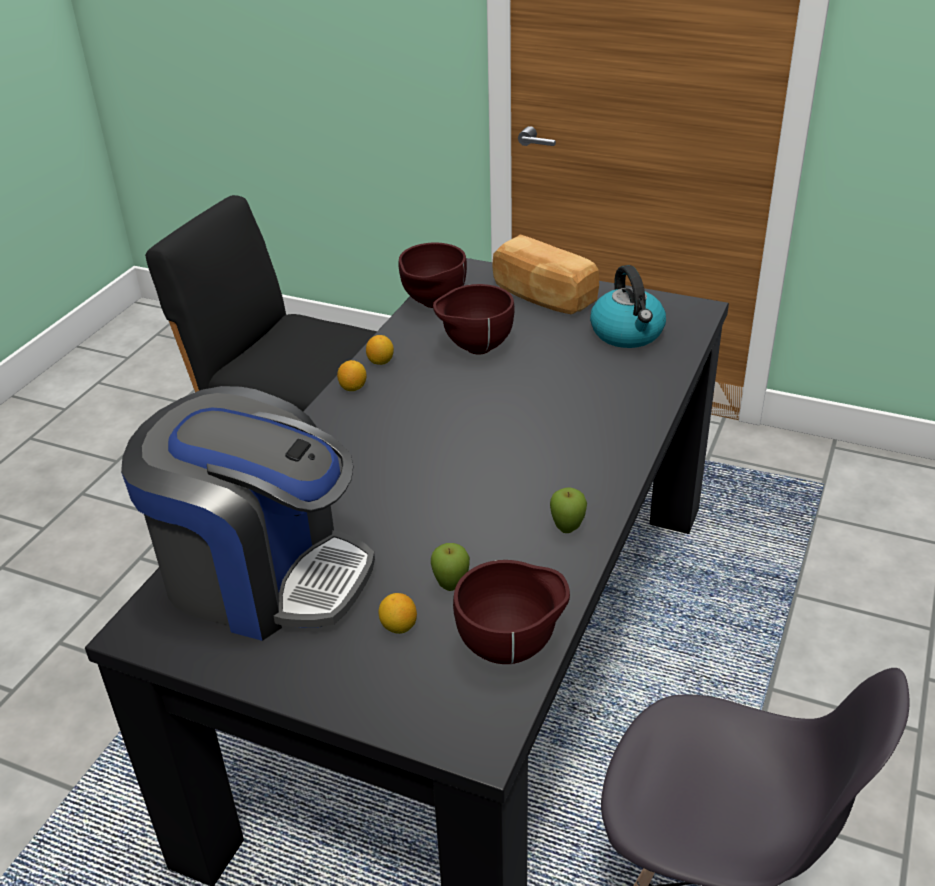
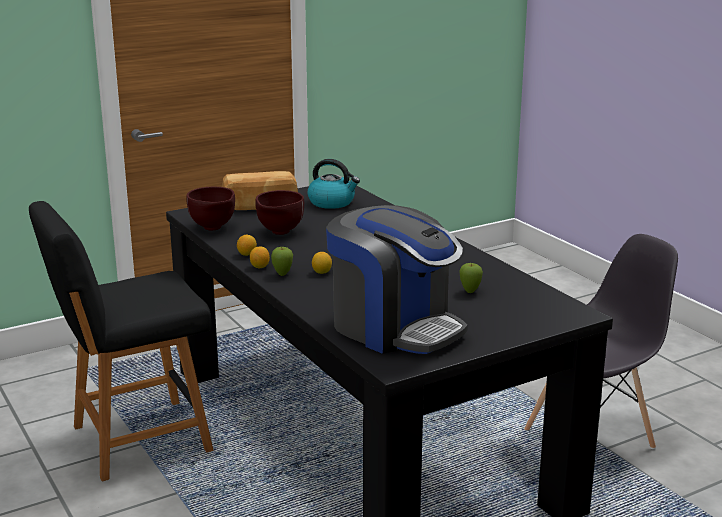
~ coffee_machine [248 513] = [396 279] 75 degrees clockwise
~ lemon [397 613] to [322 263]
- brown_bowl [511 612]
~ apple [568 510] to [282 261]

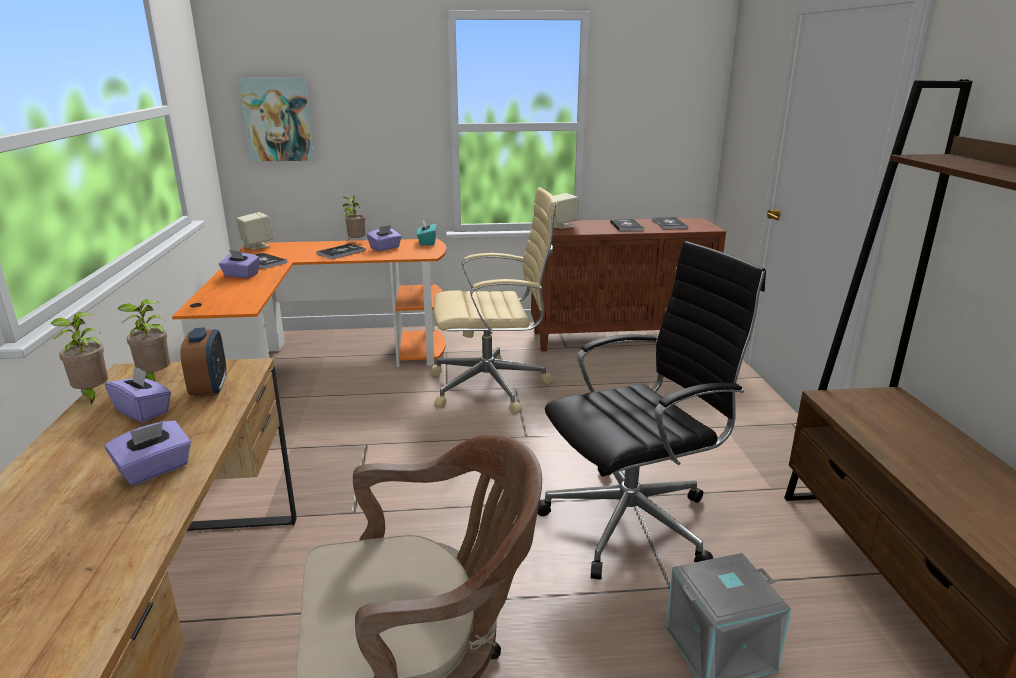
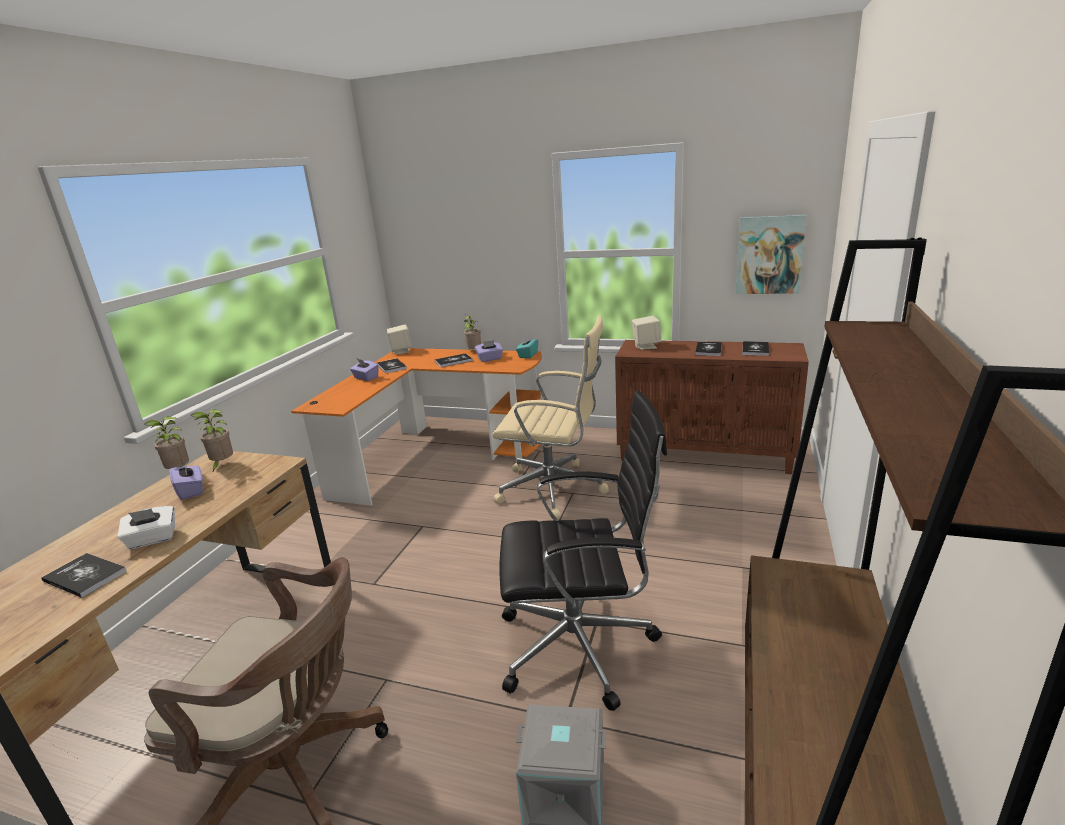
~ purple_tissue_box [148 453] to white_tissue_box [146 527]
- alarm_clock [203 362]
~ picture [276 120] to [771 254]
+ book [84 575]

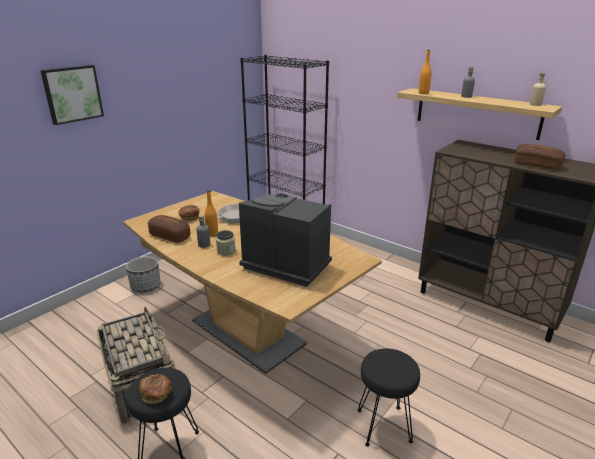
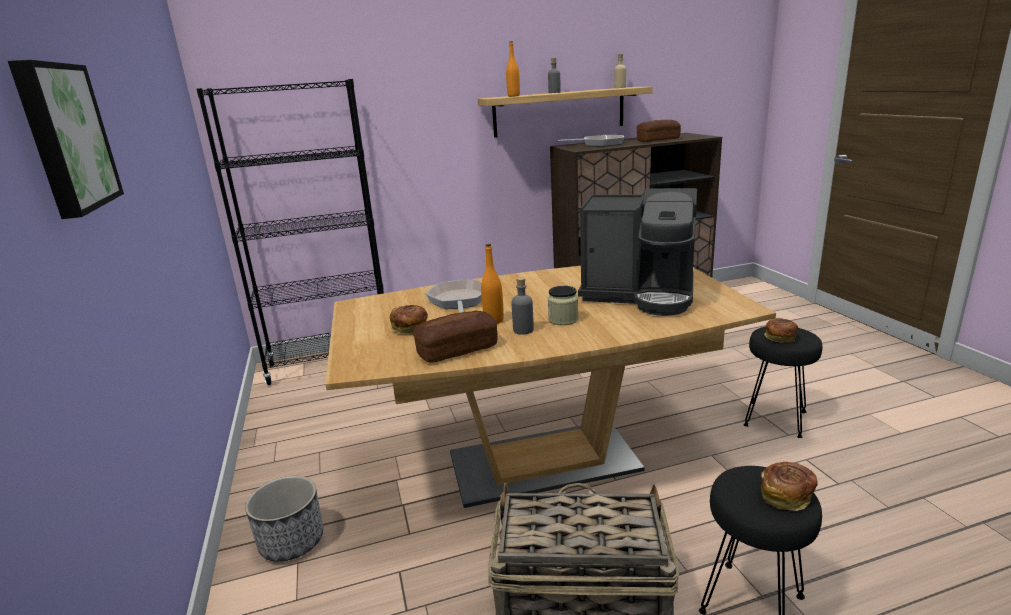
~ coffee_machine [285 240] = [637 252] 135 degrees counterclockwise
+ frying_pan [591 140]
+ bread [781 330]

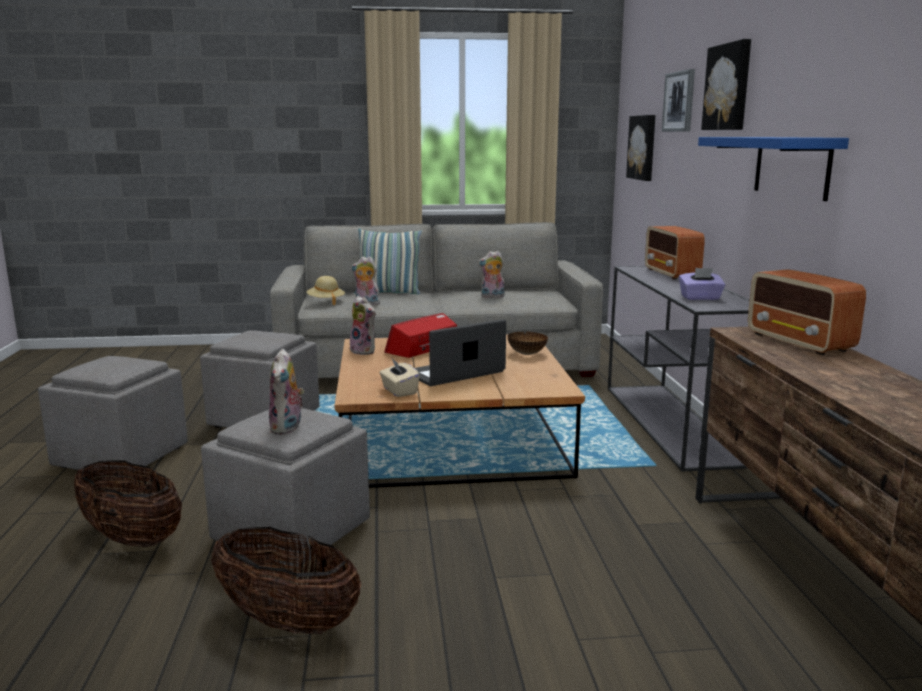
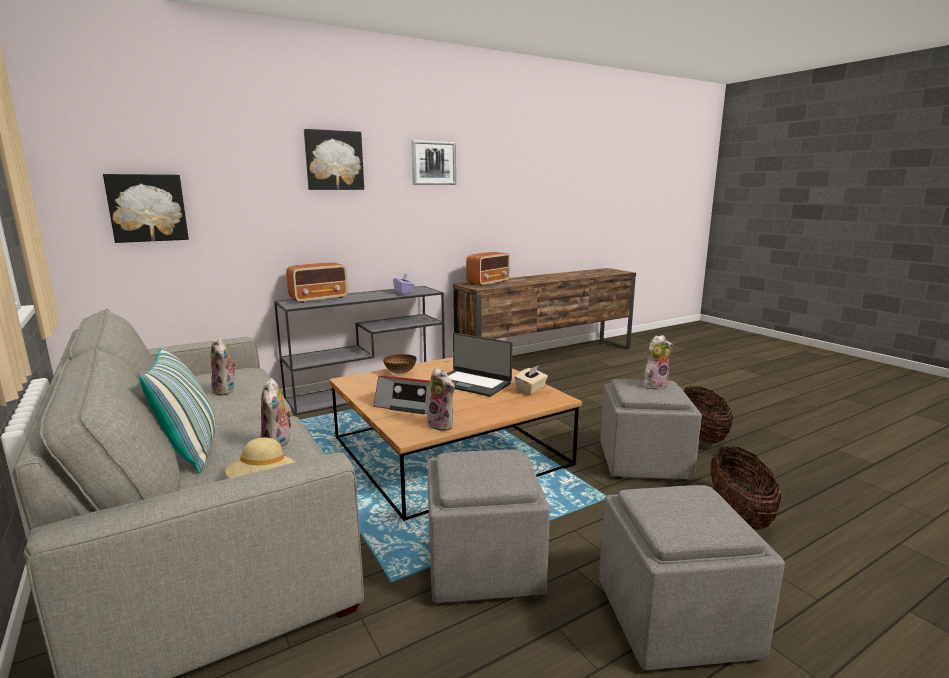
~ plush_toy [363 325] = [441 399] 120 degrees clockwise
~ picture [678 100] to [433 162]
- blue_shelf [773 169]

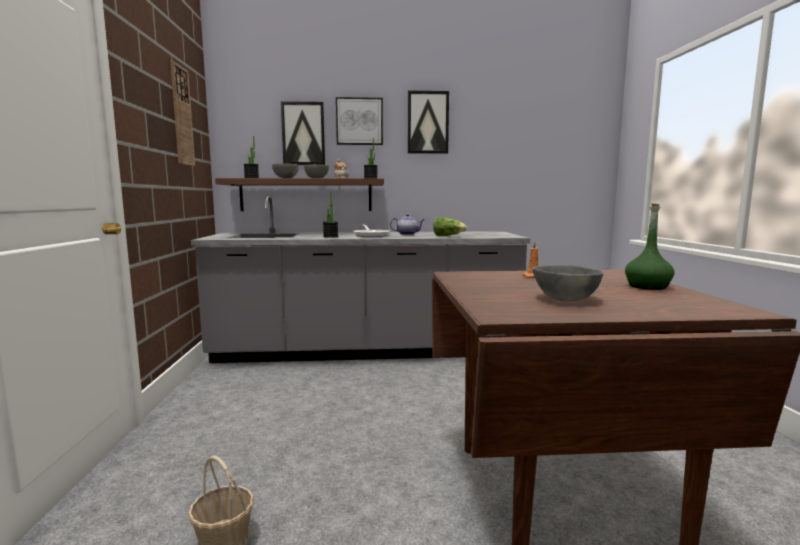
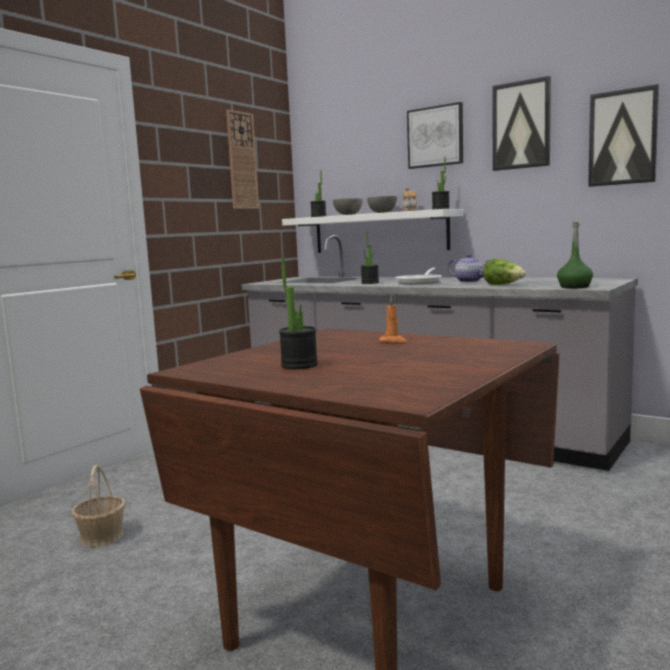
~ brown_shelf [299 194] to white_shelf [373 231]
~ picture [303 133] to [623 135]
~ grey_bowl [568 283] to potted_plant [298 313]
~ green_bottle [650 246] to [575 255]

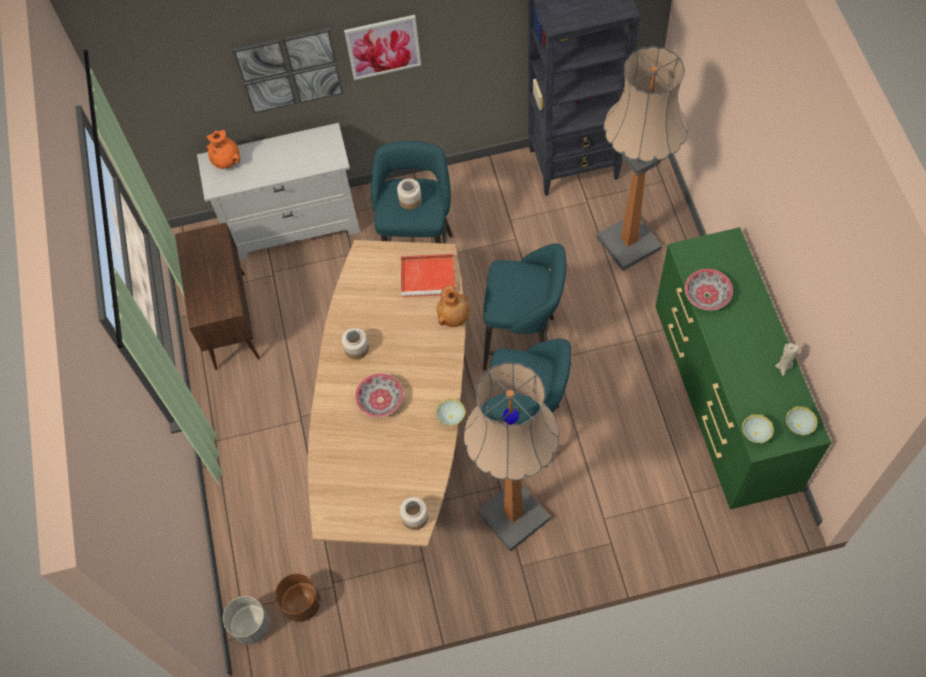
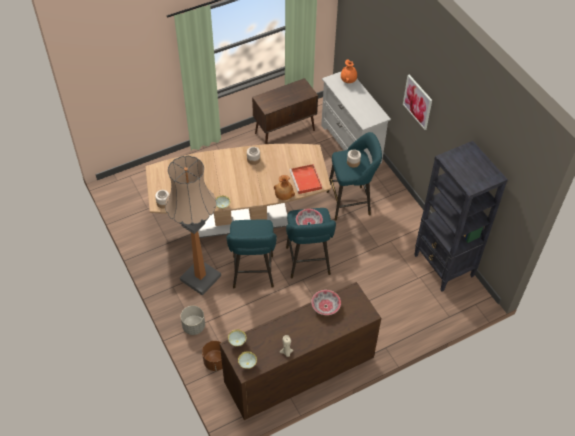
~ grey_planter [246 620] to [193 320]
- picture [287 70]
~ brown_planter [298 597] to [212 356]
~ bowl [379 395] to [309 217]
- floor_lamp [642 158]
~ green_dresser [743 368] to brown_dresser [300 351]

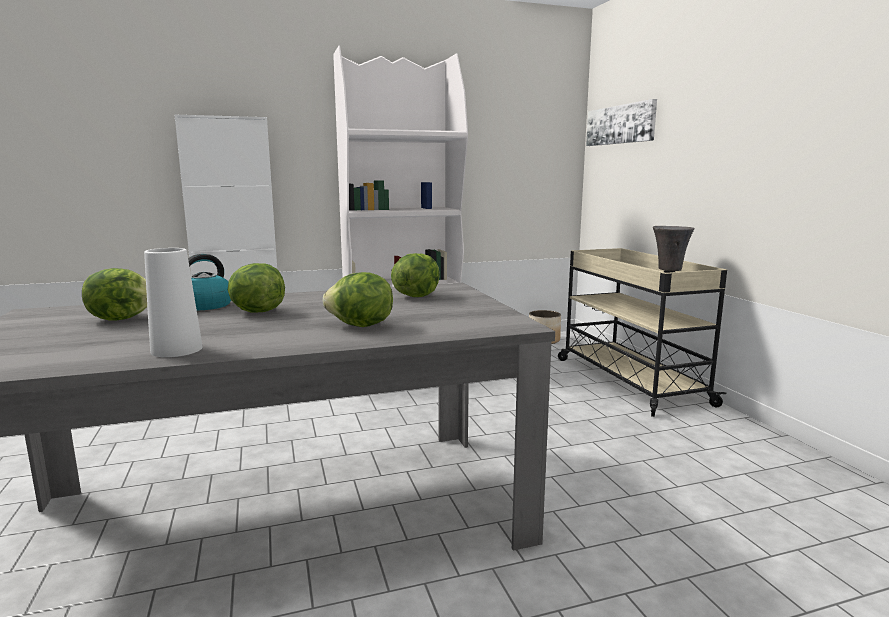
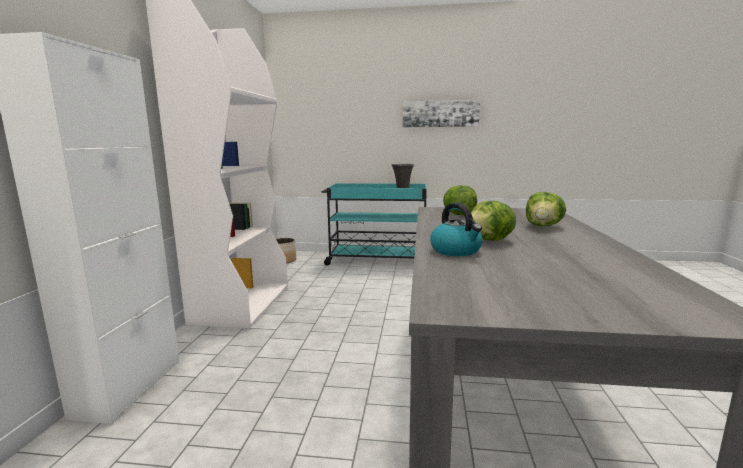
- lettuce [114 294]
- white_vase [173 302]
~ beige_cart [642 332] to turquoise_cart [374 224]
~ picture [621 122] to [441 113]

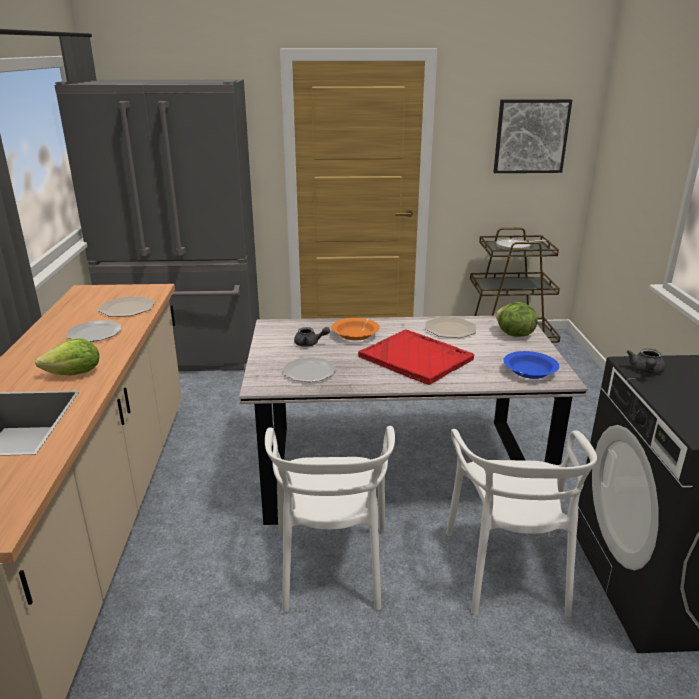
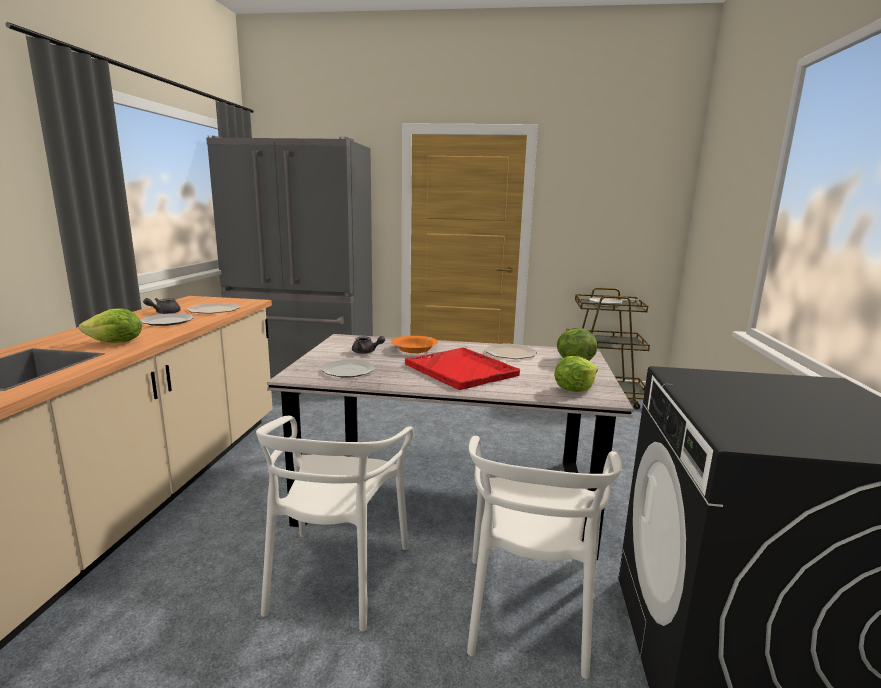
- picture [533 136]
~ blue_bowl [531 365] to lettuce [576 374]
~ grey_teapot [646 361] to [161 306]

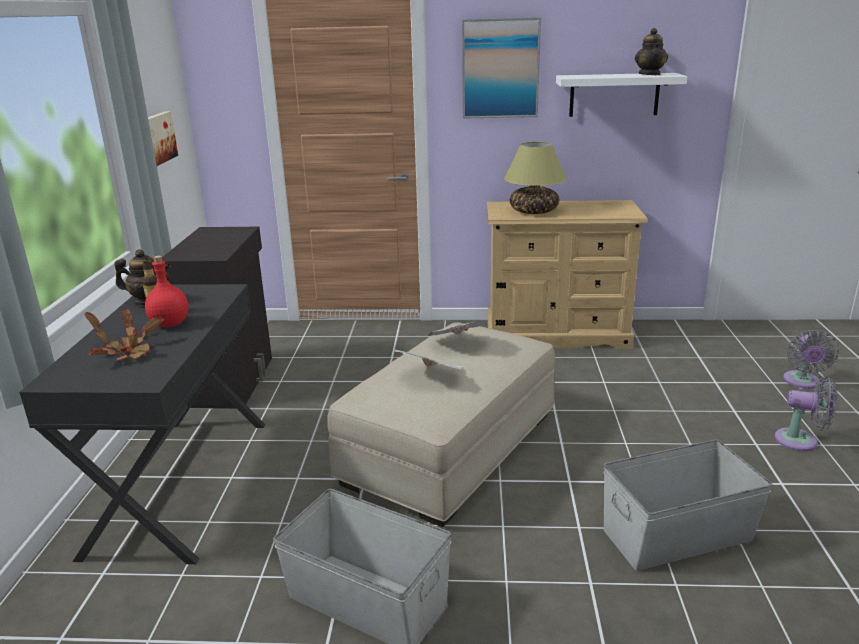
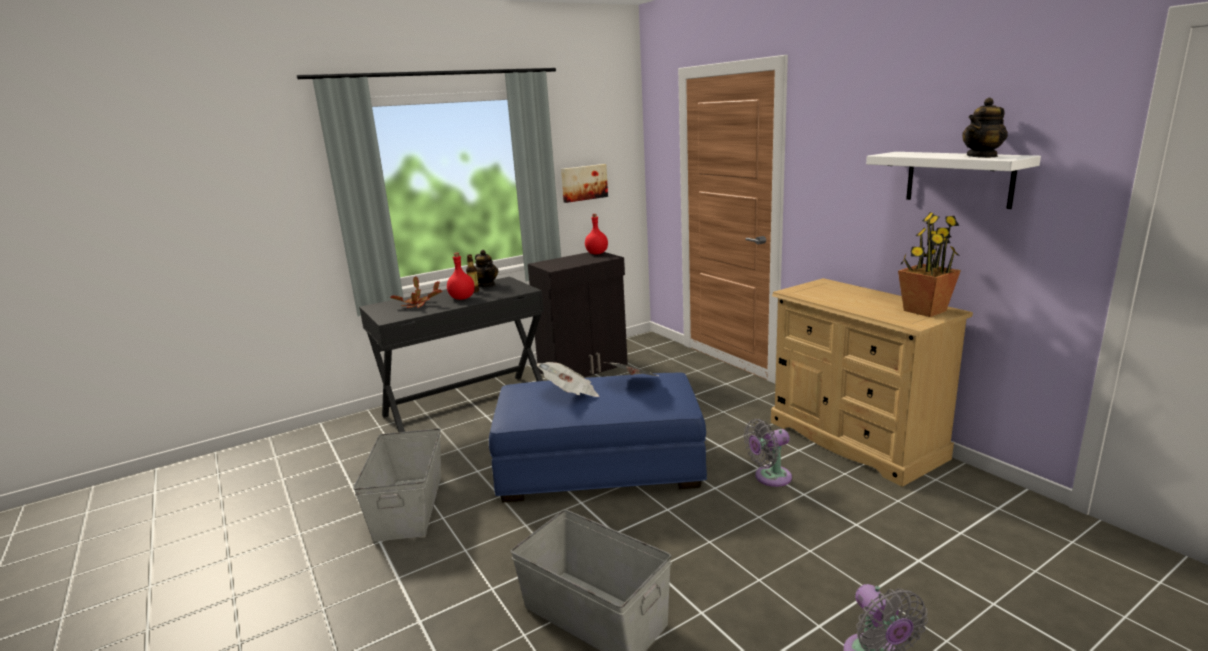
~ beige_ottoman [441 424] to blue_ottoman [598 437]
- picture [501 68]
- table_lamp [535 178]
~ grey_fan [811 359] to [768 453]
+ red_bottle [596 234]
+ potted_plant [929 264]

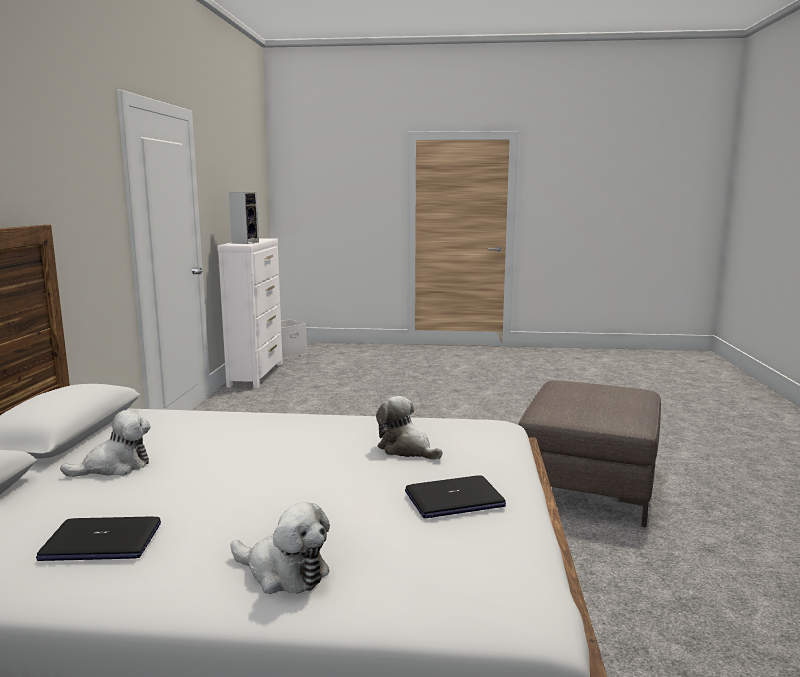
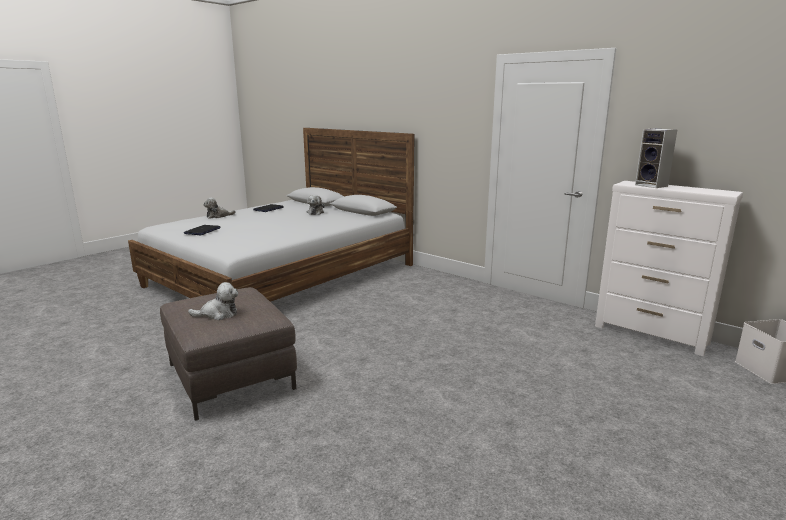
~ plush_toy [409 428] to [213 301]

